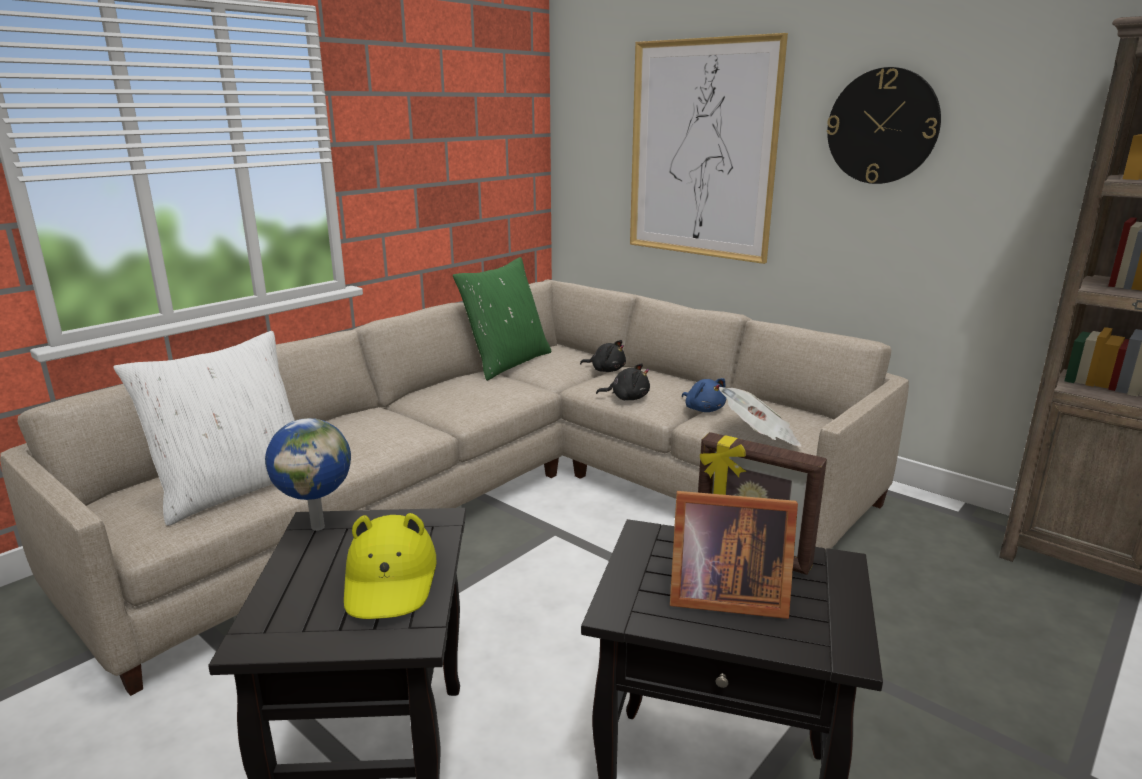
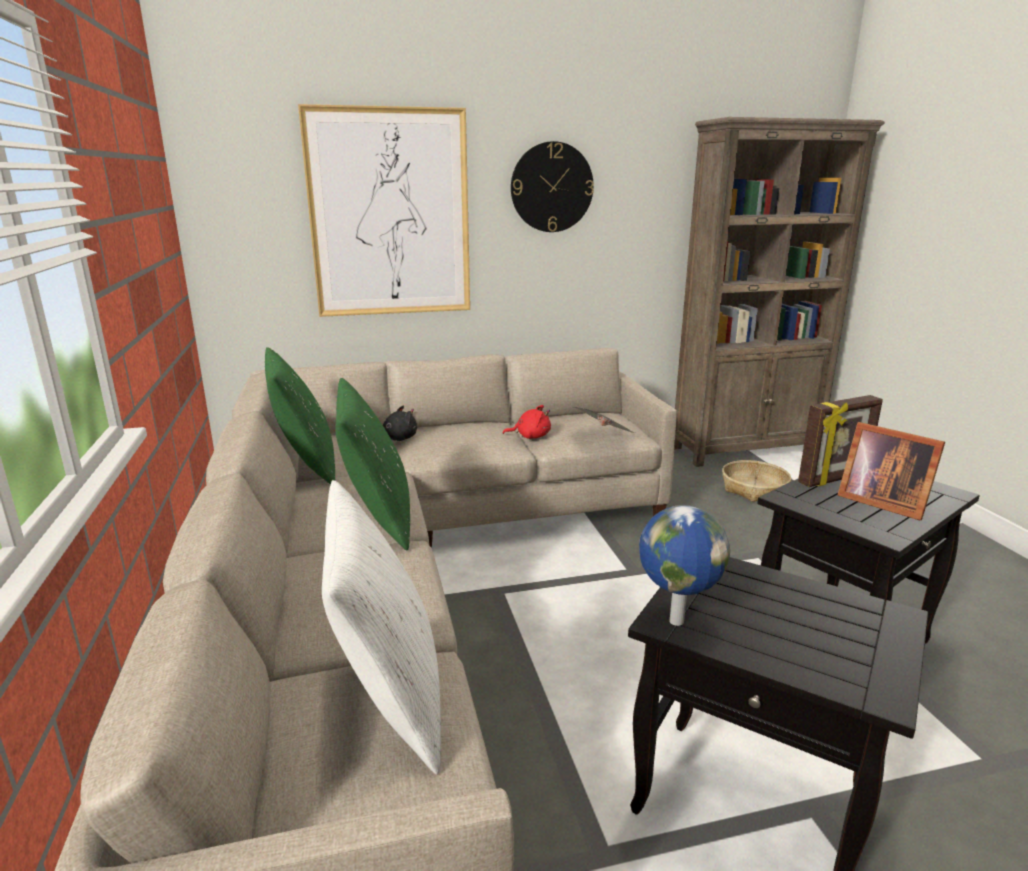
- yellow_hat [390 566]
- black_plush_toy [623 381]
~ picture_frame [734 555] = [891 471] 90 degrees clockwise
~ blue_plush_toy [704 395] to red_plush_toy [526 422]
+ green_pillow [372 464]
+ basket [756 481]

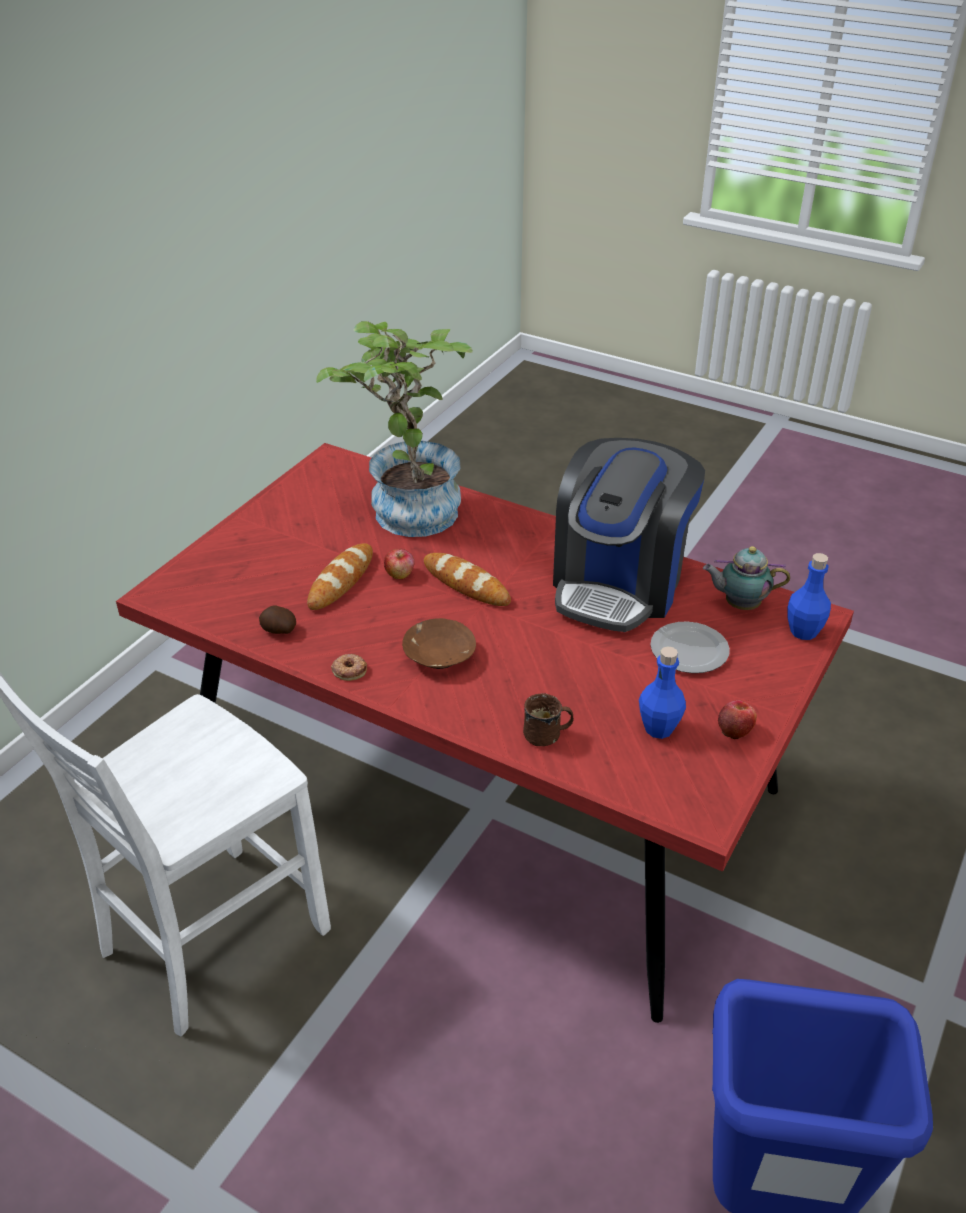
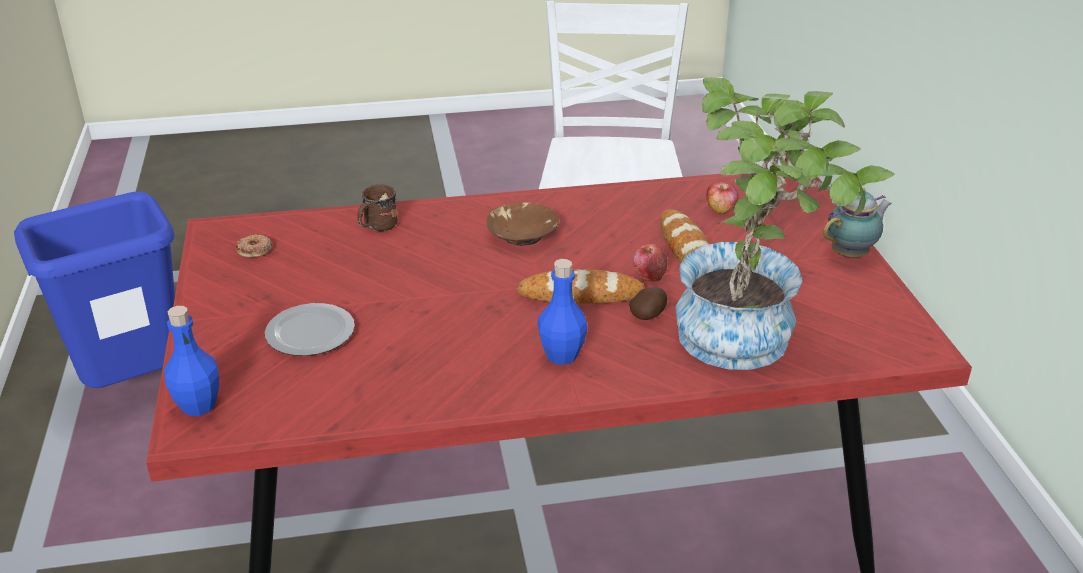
~ potato [277 619] to [648 303]
~ donut [349 667] to [254 245]
- coffee_machine [629 535]
~ blue_bottle [662 692] to [562 312]
~ teapot [746 578] to [857 222]
~ apple [737 719] to [722 197]

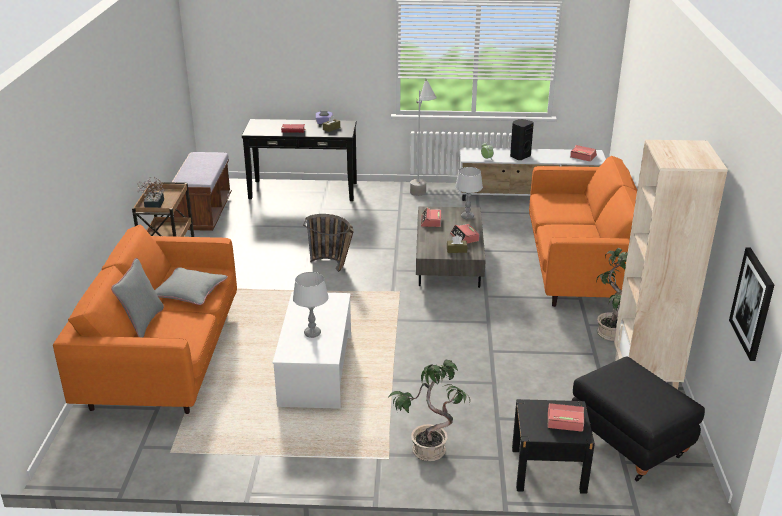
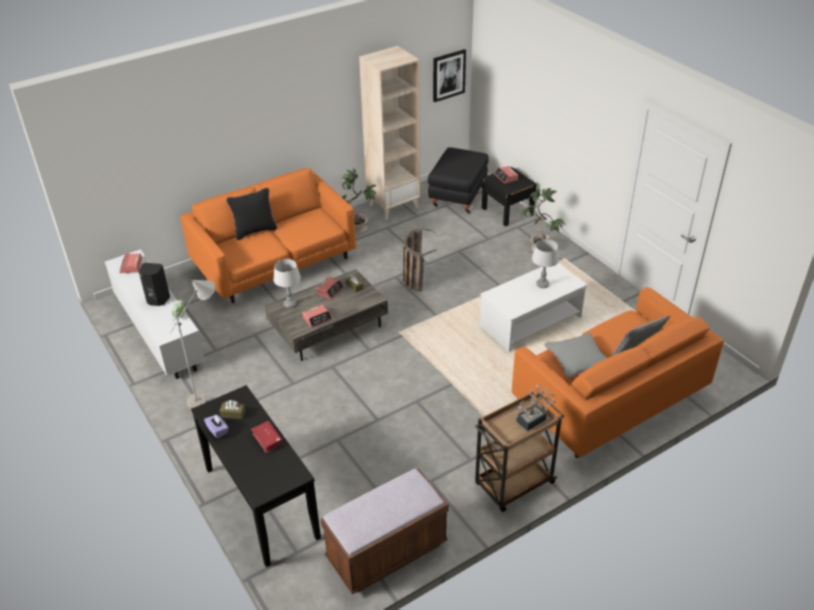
~ basket [328 243] to [420 259]
+ black_pillow [252 214]

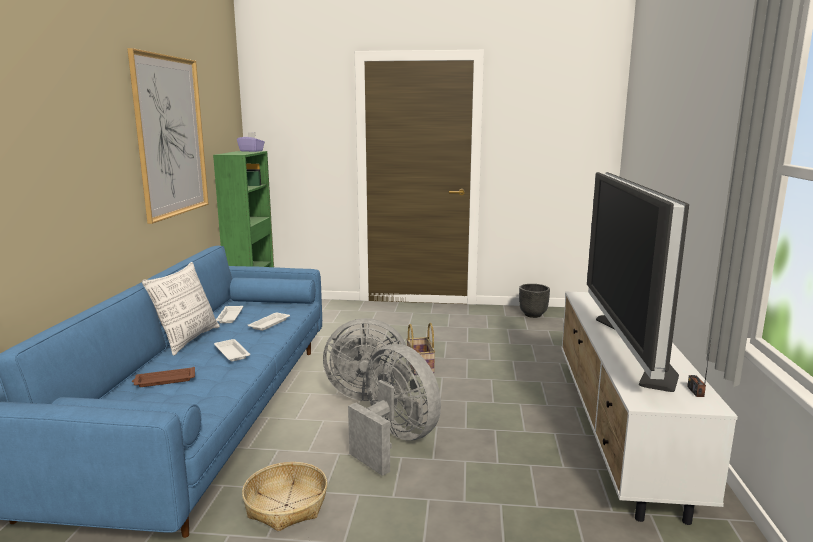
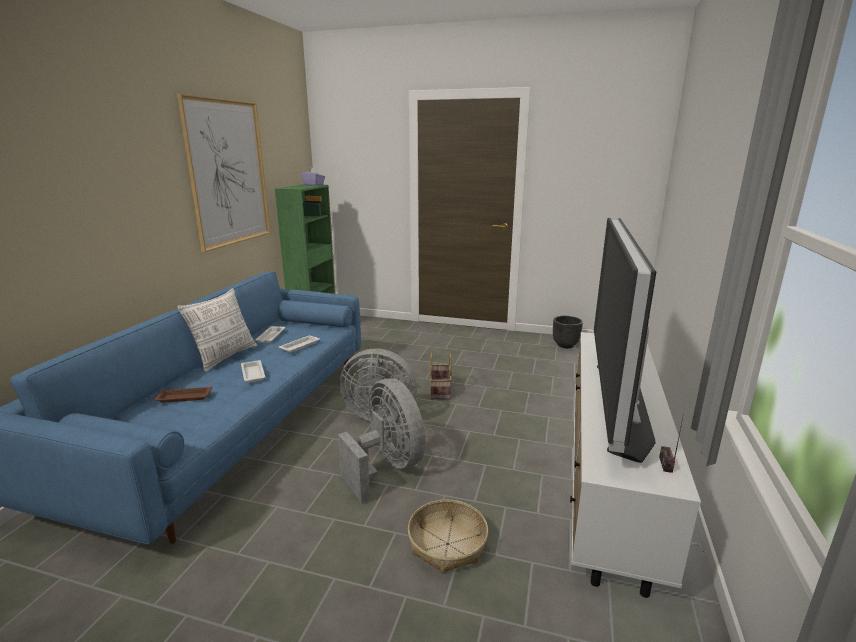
~ basket [284 496] to [448 537]

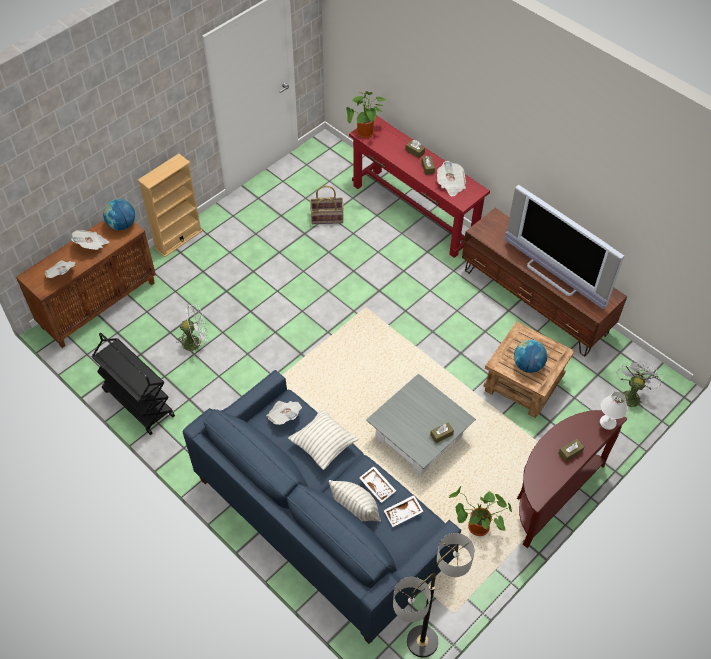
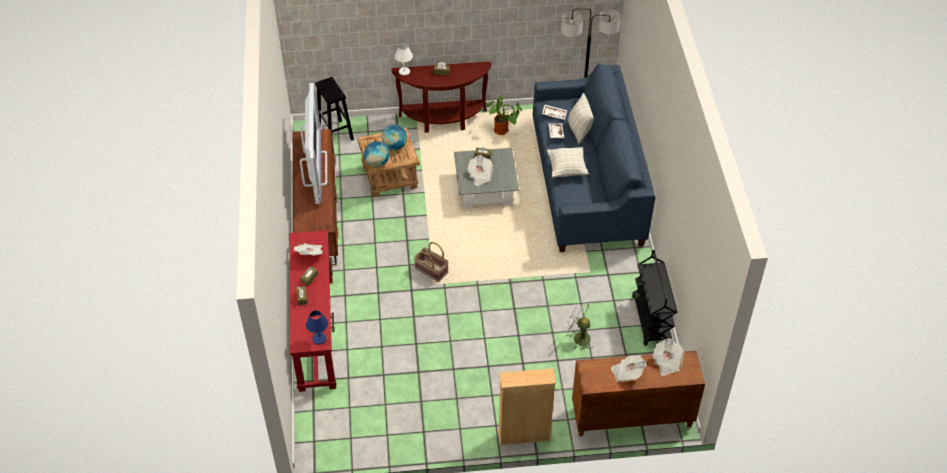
~ globe [119 214] to [376 154]
~ newspaper [284 413] to [480 170]
~ basket [327 205] to [431 262]
~ potted_plant [366 114] to blue_table_lamp [317 327]
~ white_fan [638 383] to black_stool [334 109]

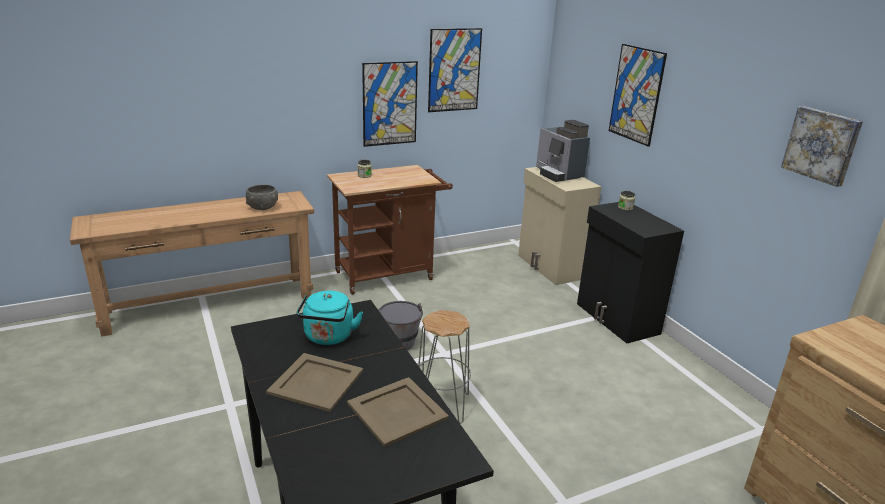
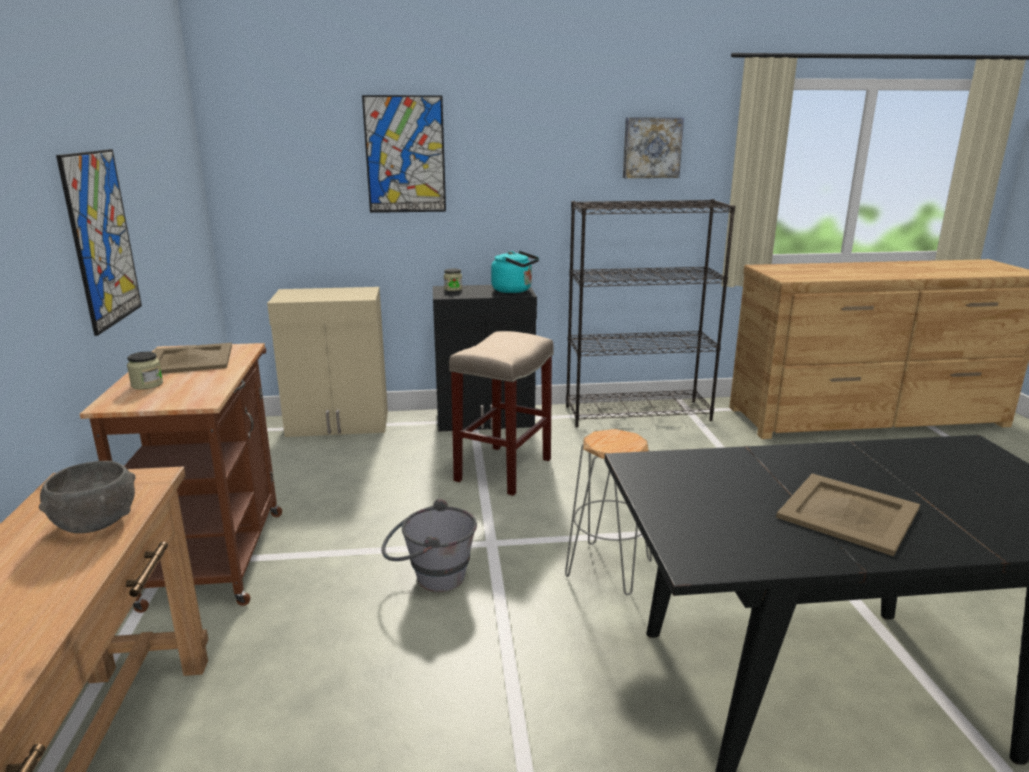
~ turquoise_kettle [329 318] to [515 272]
~ beige_tray [398 412] to [193 358]
- picture [455 70]
- coffee_machine [563 151]
+ beige_stool [501 413]
+ black_bookcase [650 313]

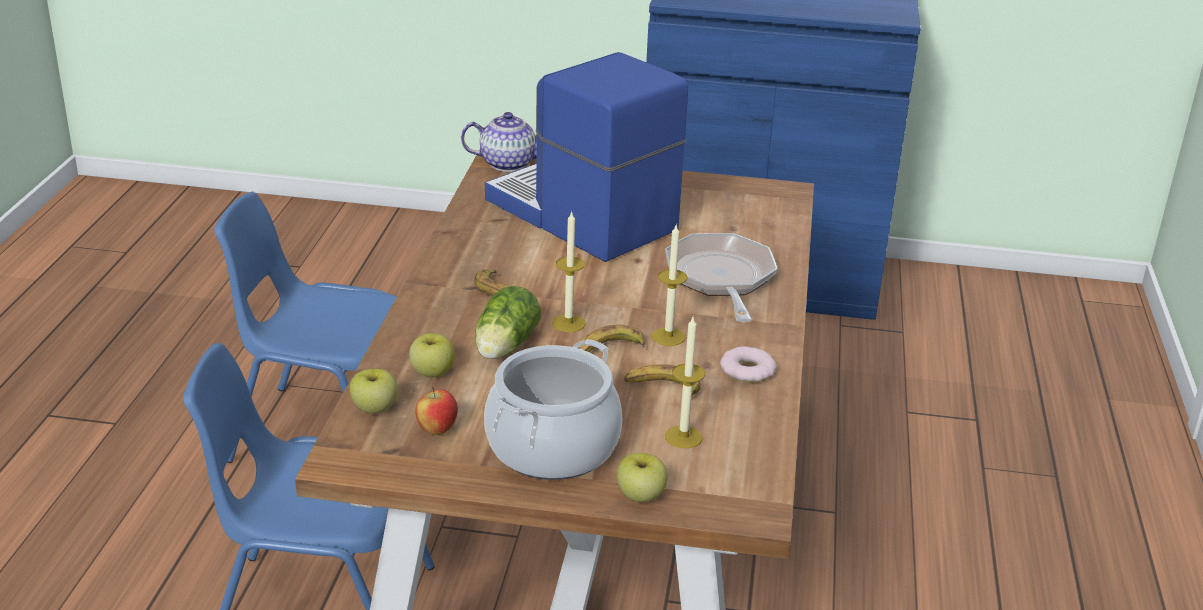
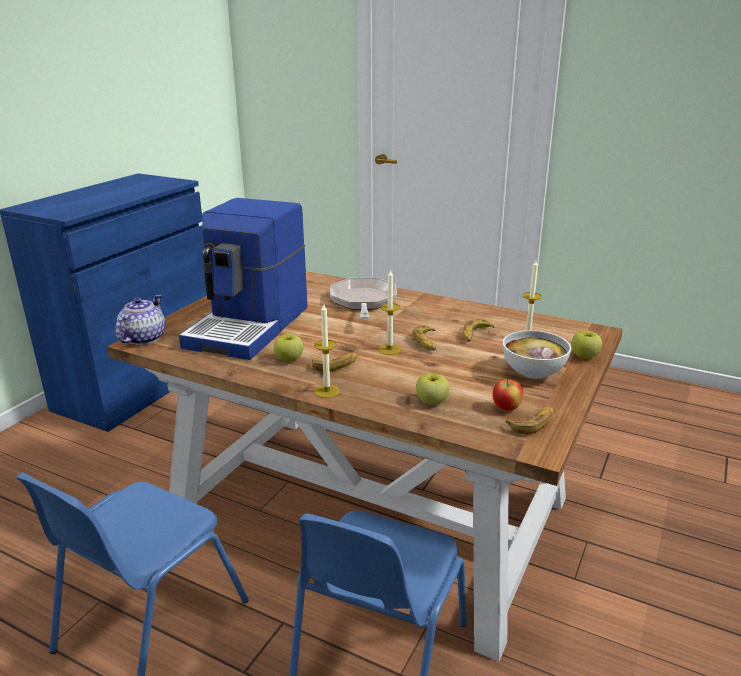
~ apple [373 391] to [288 348]
- lettuce [508 322]
~ cooking_pot [553 409] to bowl [536 354]
~ coffee_machine [586 157] = [243 279] 45 degrees counterclockwise
~ candle [669 285] to [327 351]
~ frying_pan [721 277] = [363 298] 75 degrees clockwise
- donut [748 364]
+ banana [529 421]

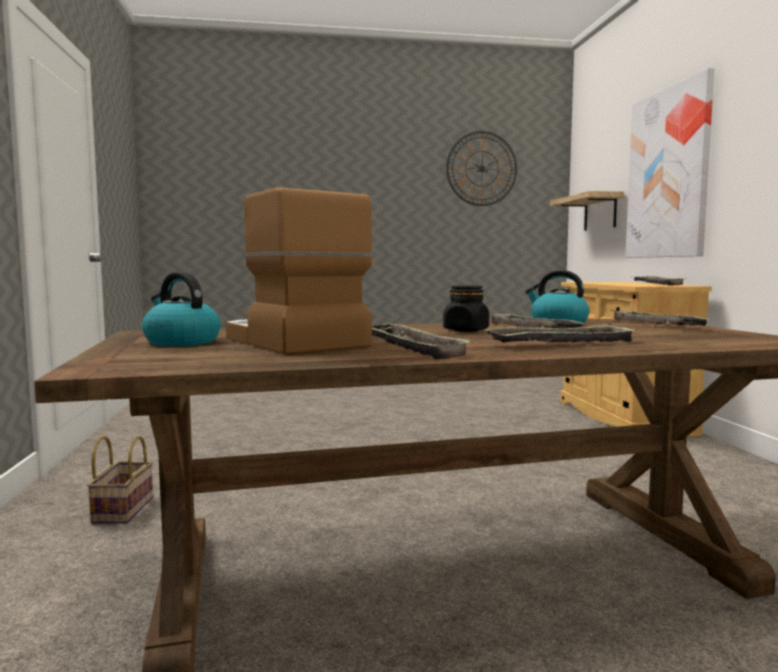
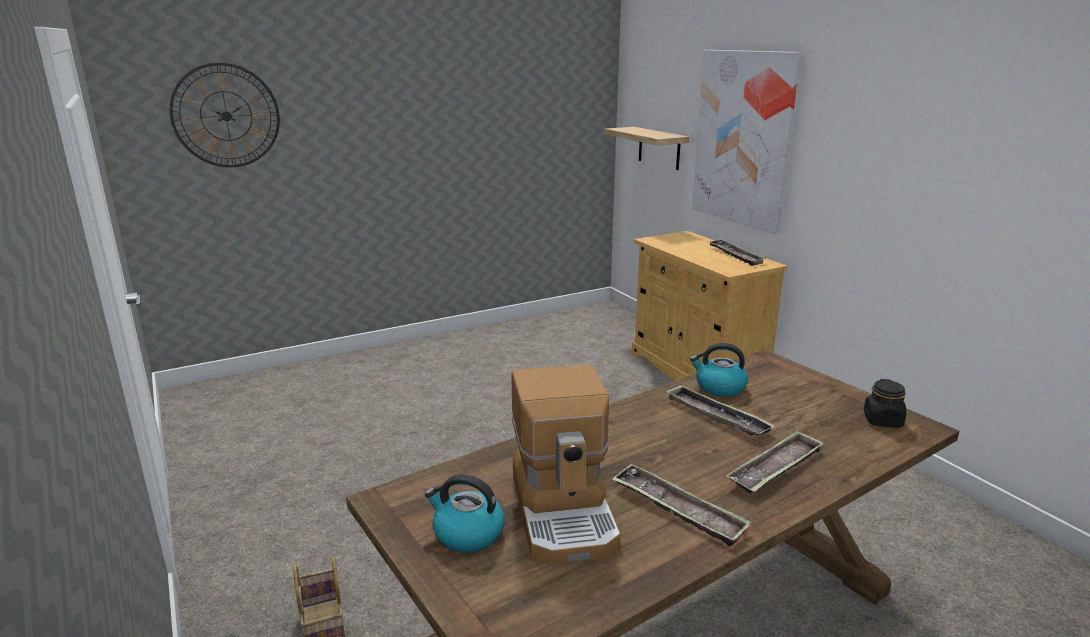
~ coffee_machine [299 271] = [566 464] 135 degrees counterclockwise
~ black_jar [466 308] to [885 403]
~ wall_clock [481 168] to [224 114]
- tray [659 318]

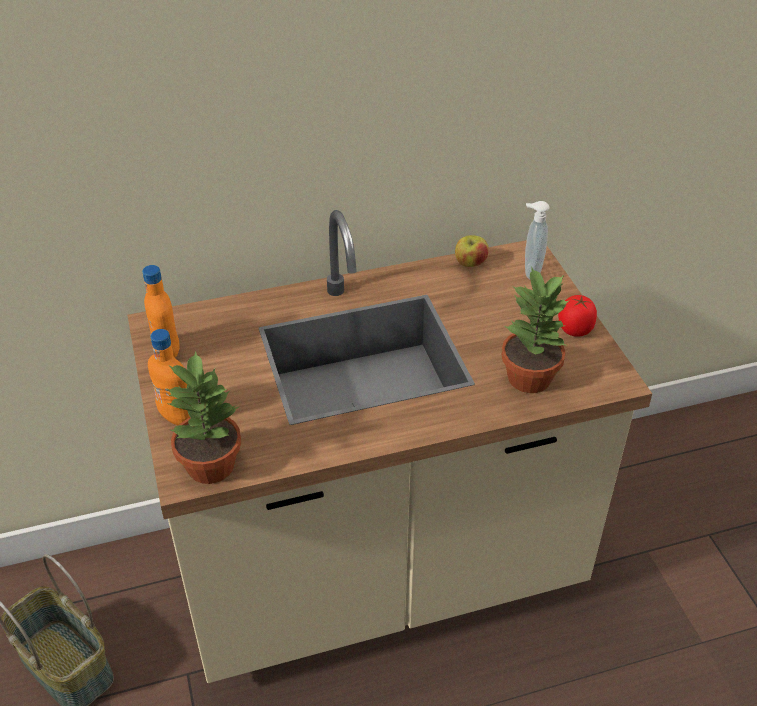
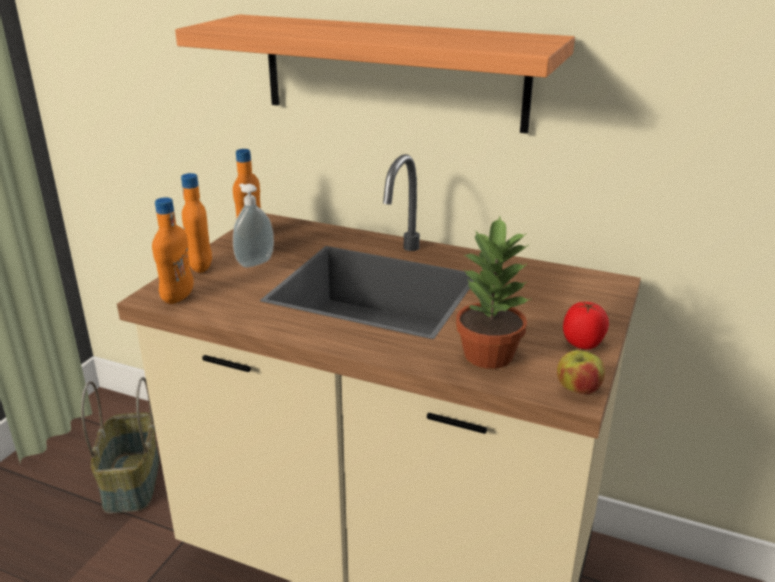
~ potted_plant [204 417] to orange_bottle [173 250]
~ apple [472 251] to [581 372]
~ soap_dispenser [537 240] to [253 226]
+ shelf [375 74]

